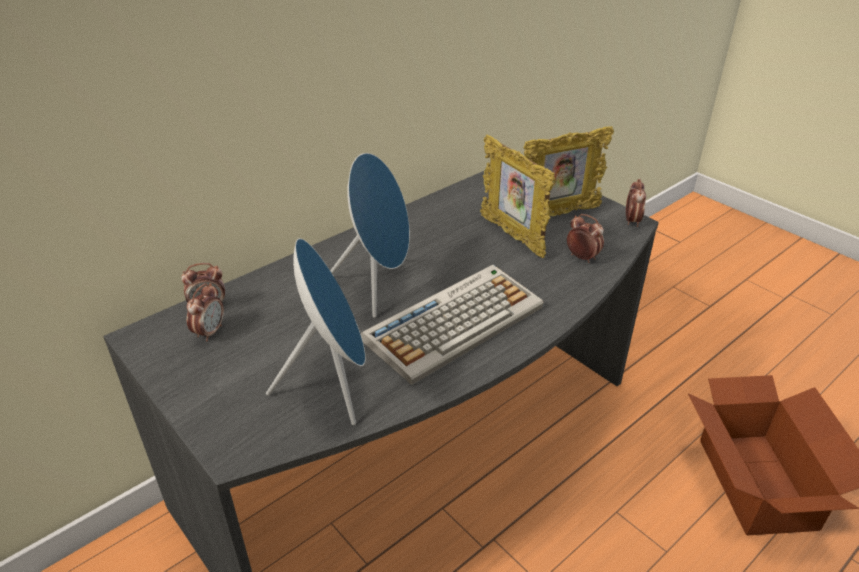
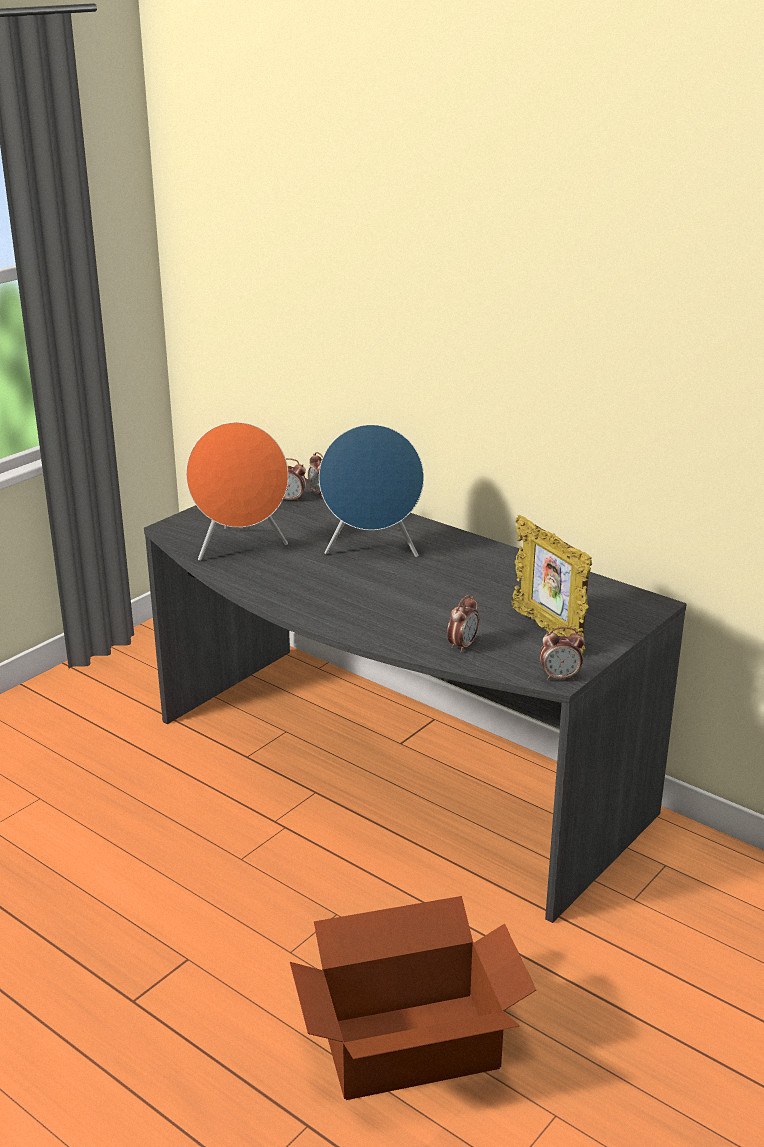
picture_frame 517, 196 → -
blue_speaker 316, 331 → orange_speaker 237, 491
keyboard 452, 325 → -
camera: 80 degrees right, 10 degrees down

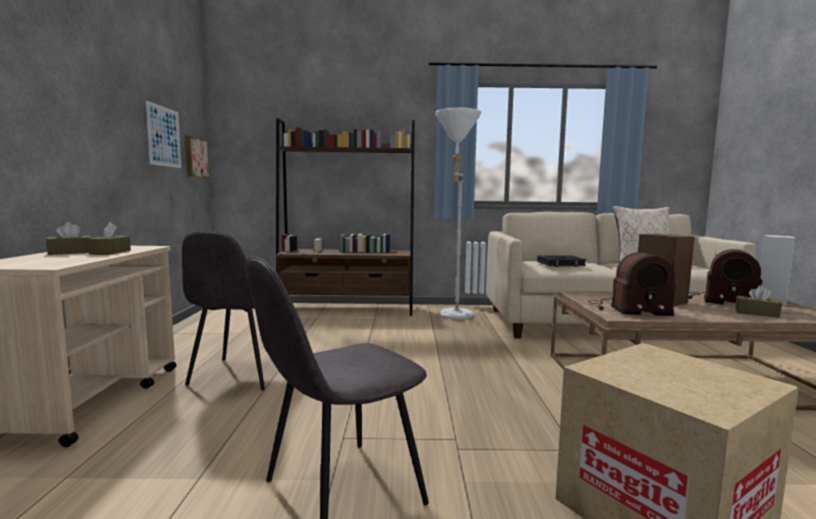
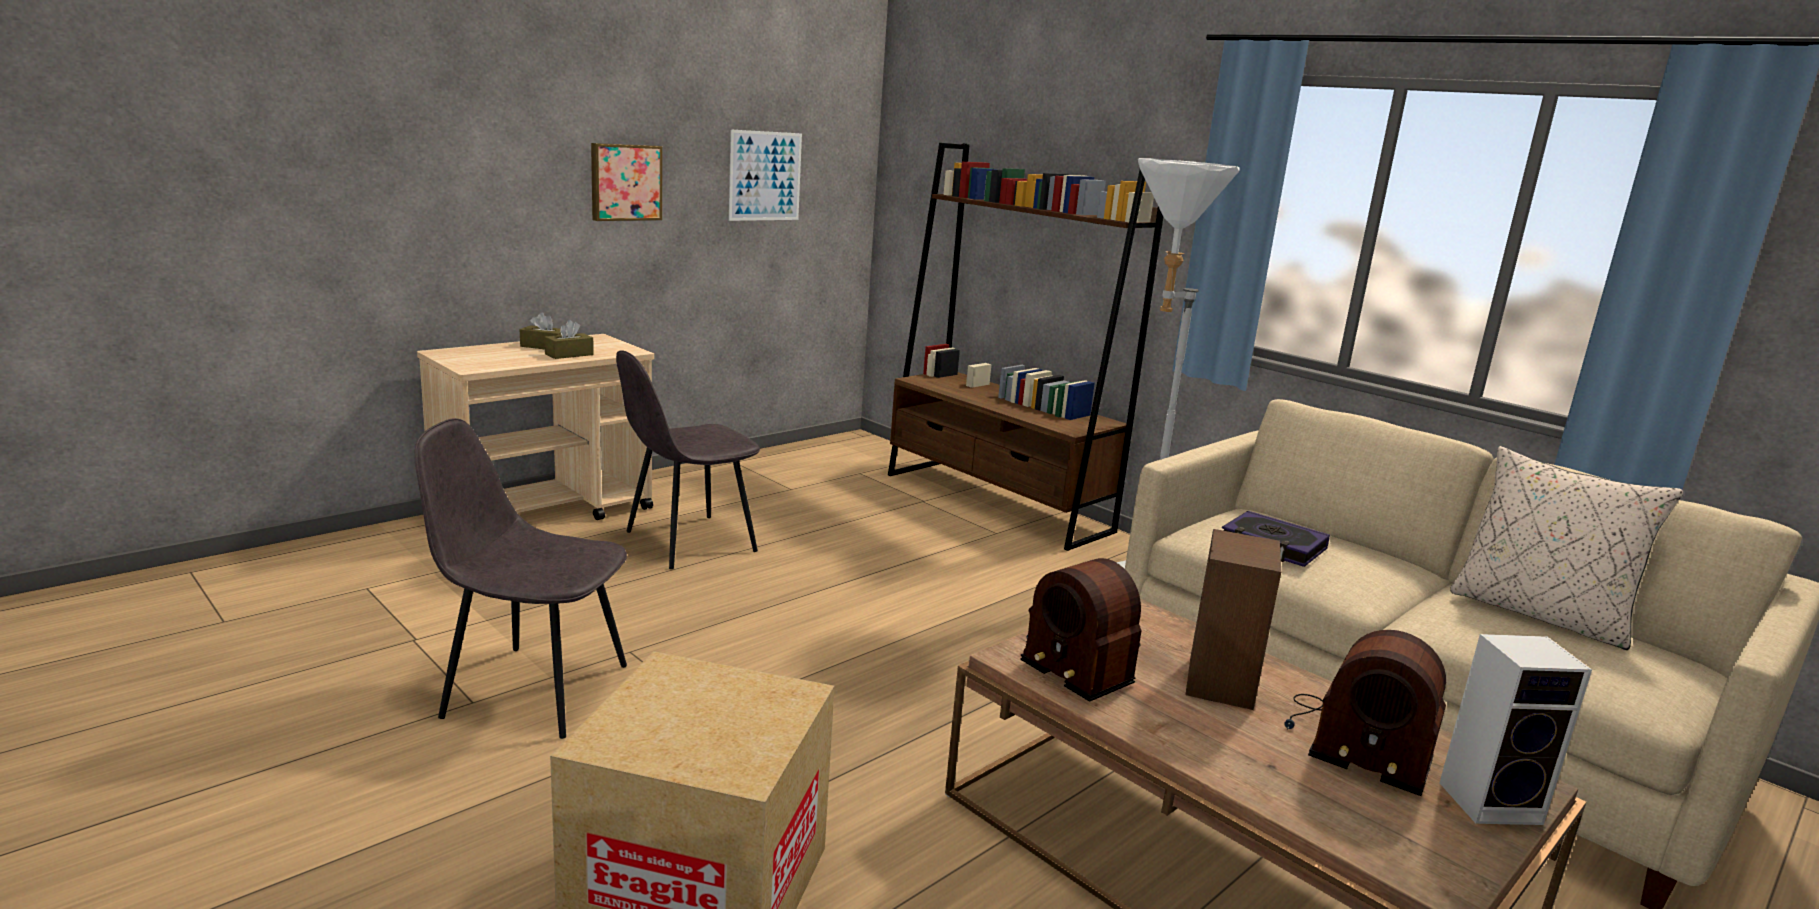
picture 197, 157 → picture 626, 182, move
radio 725, 276 → radio 1365, 713, 45 degrees counterclockwise
brown_tissue_box 758, 301 → -
camera: 45 degrees right, 10 degrees up

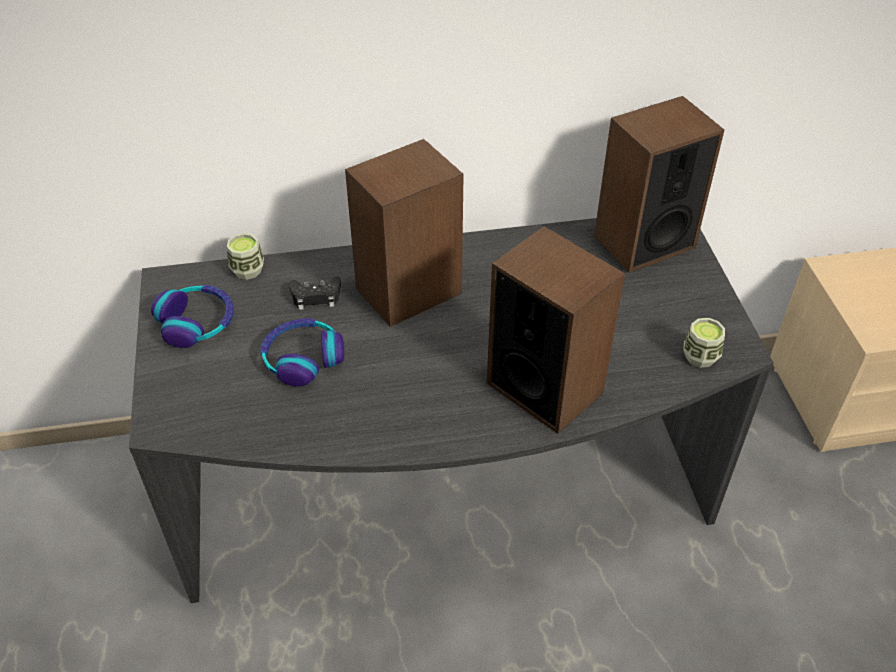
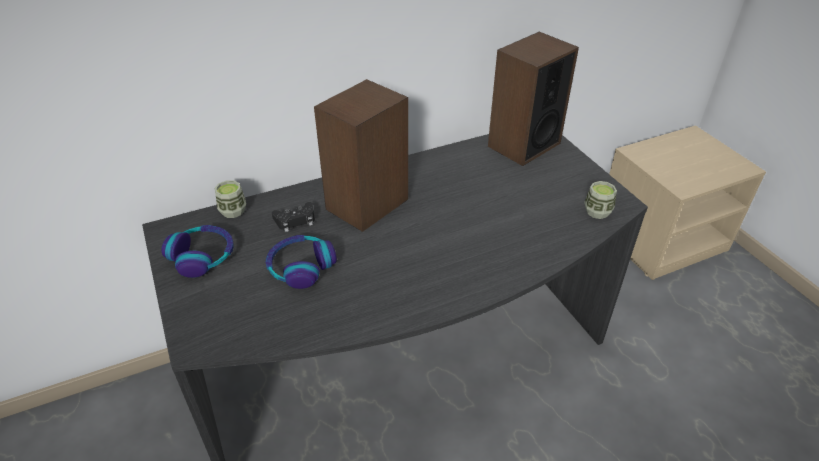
speaker 556, 330 → -
camera: 15 degrees left, 5 degrees down

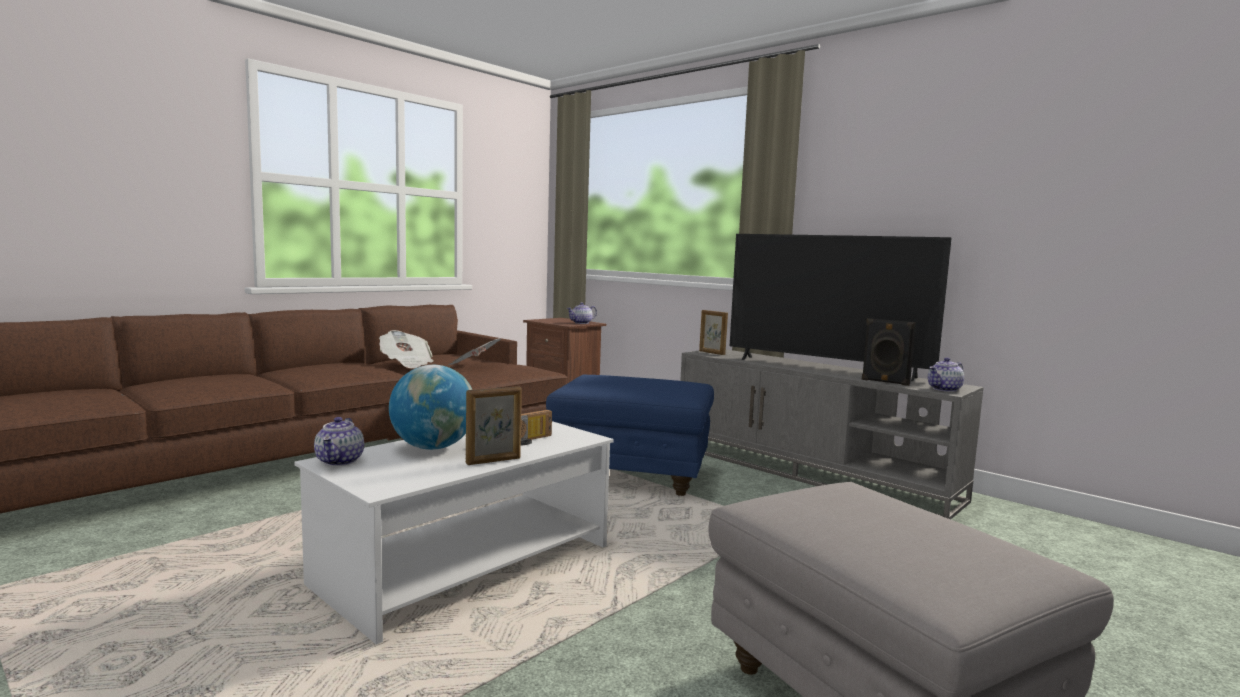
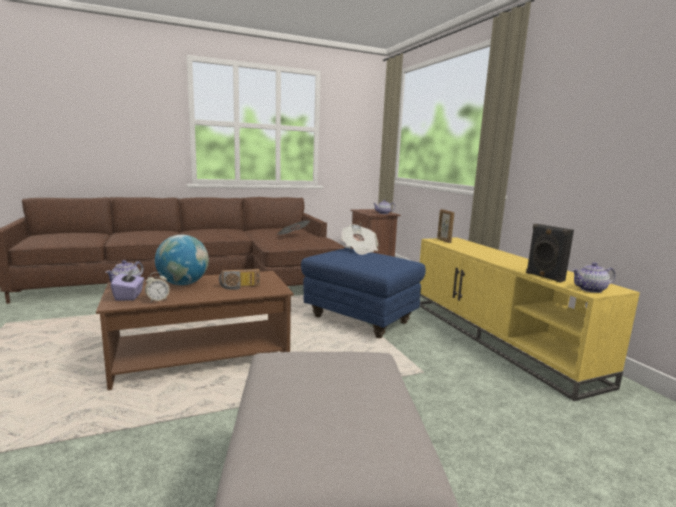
television 841, 307 → -
newspaper 406, 349 → newspaper 360, 239, move
grey_tv_stand 832, 434 → yellow_tv_stand 529, 319
picture_frame 494, 425 → -
white_coffee_table 454, 533 → brown_coffee_table 195, 330
- → purple_tissue_box 127, 284
- → alarm_clock 157, 287
camera: 25 degrees right, 5 degrees up

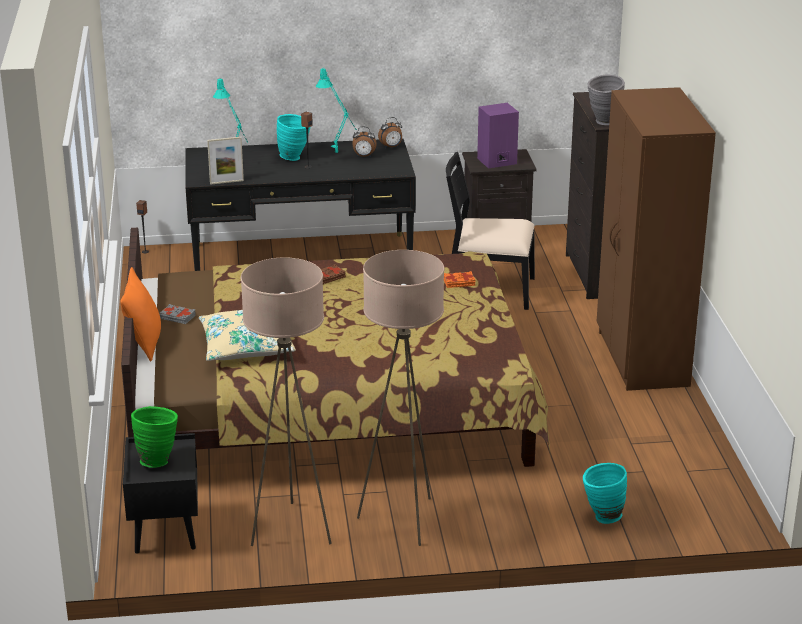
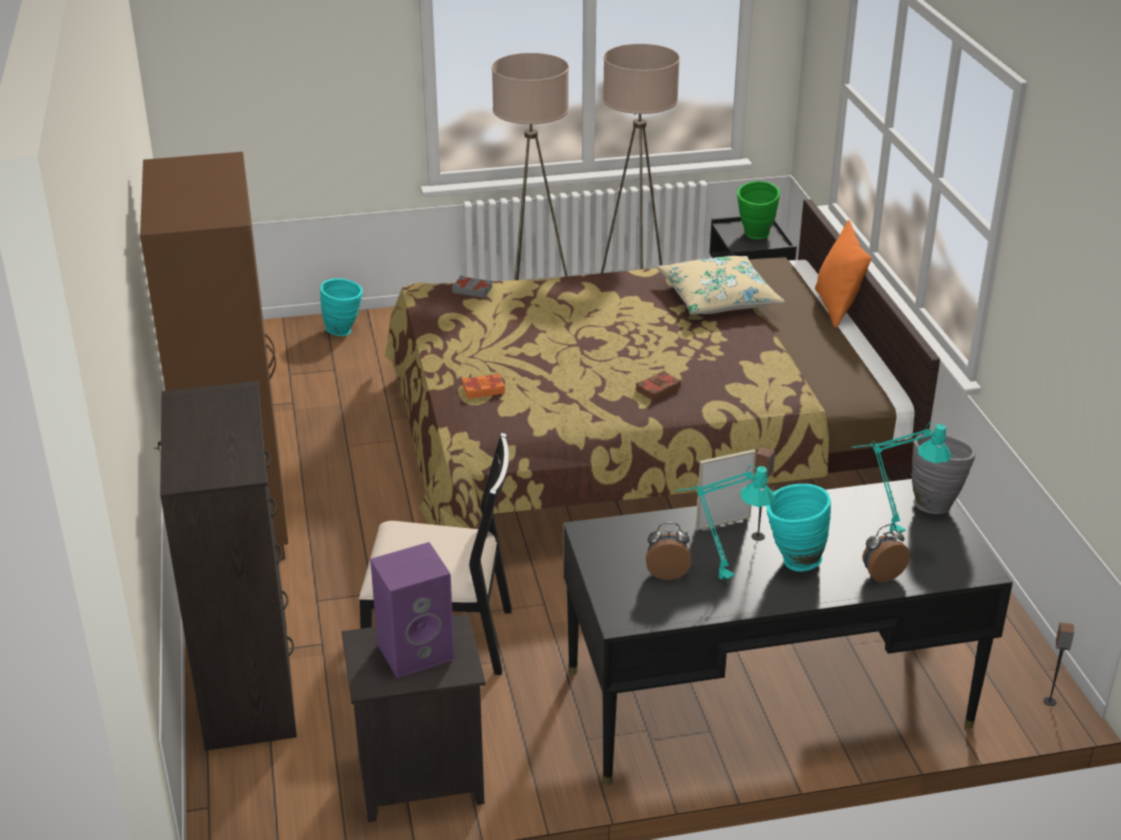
grey_vase 606, 99 → grey_vase 944, 473, move
alarm_clock 390, 132 → alarm_clock 886, 553, move
picture_frame 225, 161 → picture_frame 726, 490, move
grey_book 177, 314 → grey_book 472, 286, move
camera: 175 degrees right, 5 degrees up

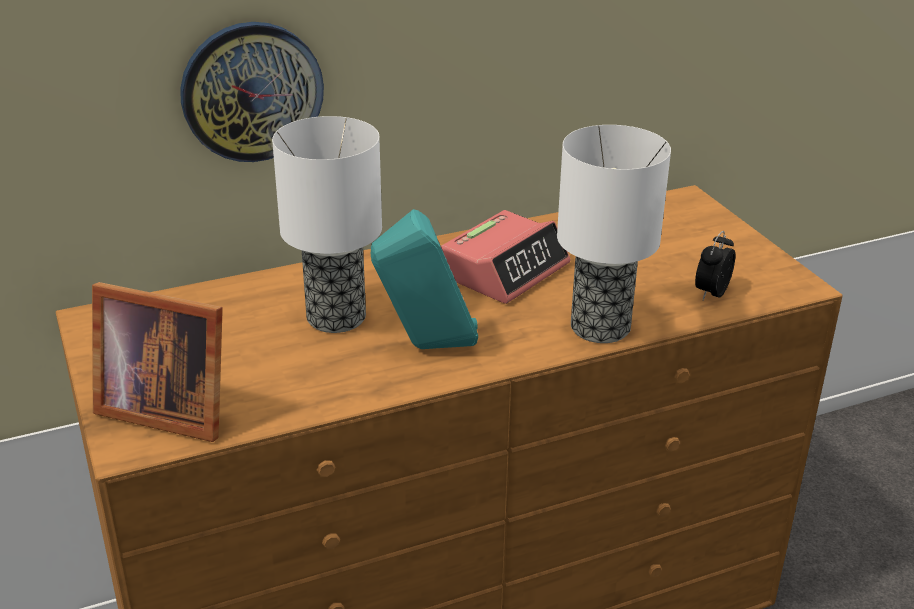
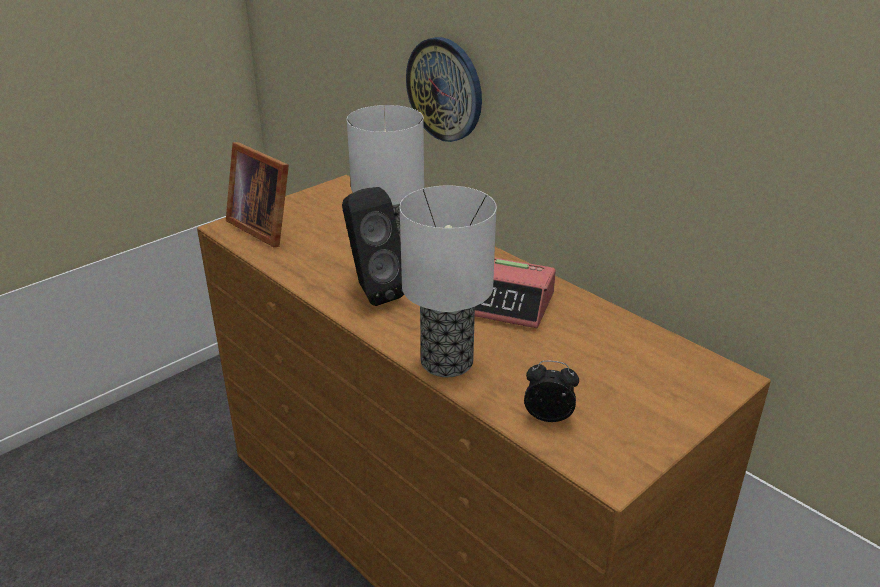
turquoise_speaker 424, 279 → black_speaker 373, 246
picture_frame 157, 362 → picture_frame 257, 194, 45 degrees counterclockwise
camera: 70 degrees right, 0 degrees up

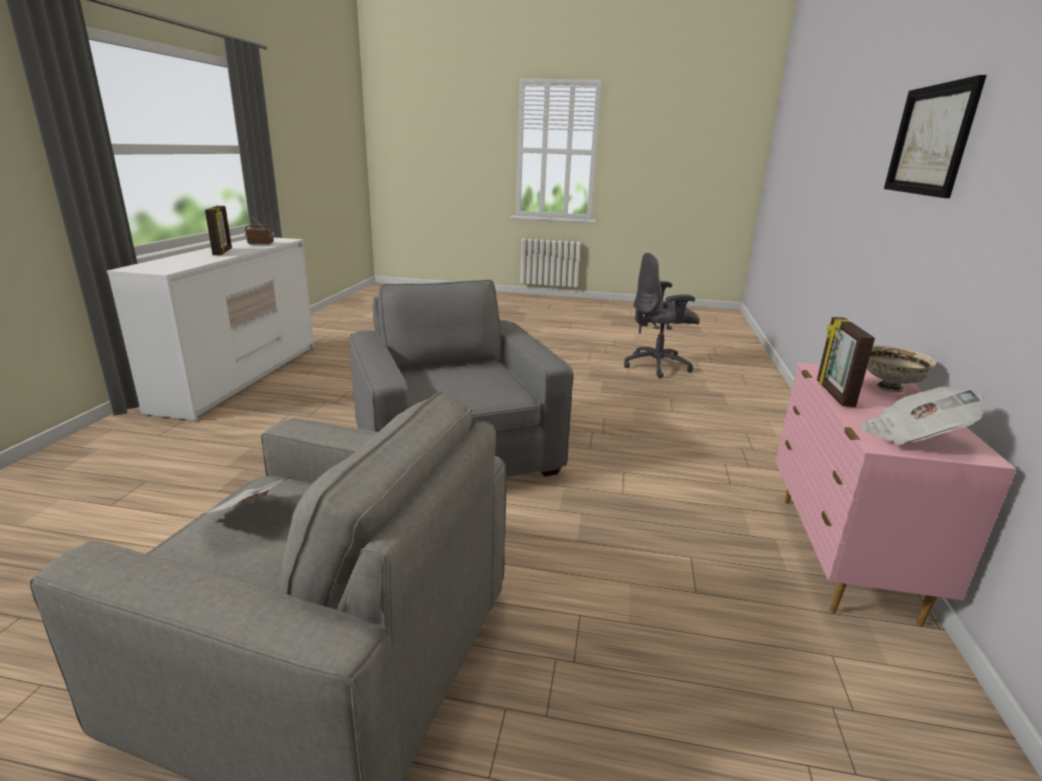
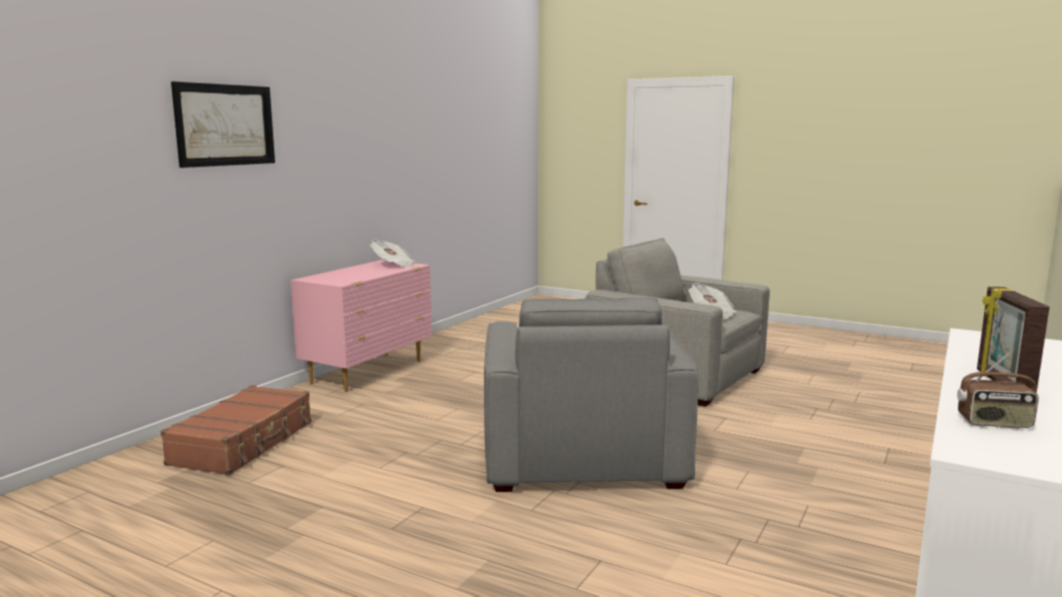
grey_office_chair 662, 316 → -
picture_frame 846, 362 → -
beige_bowl 901, 369 → -
- → brown_suitcase 235, 430
camera: 160 degrees left, 10 degrees down

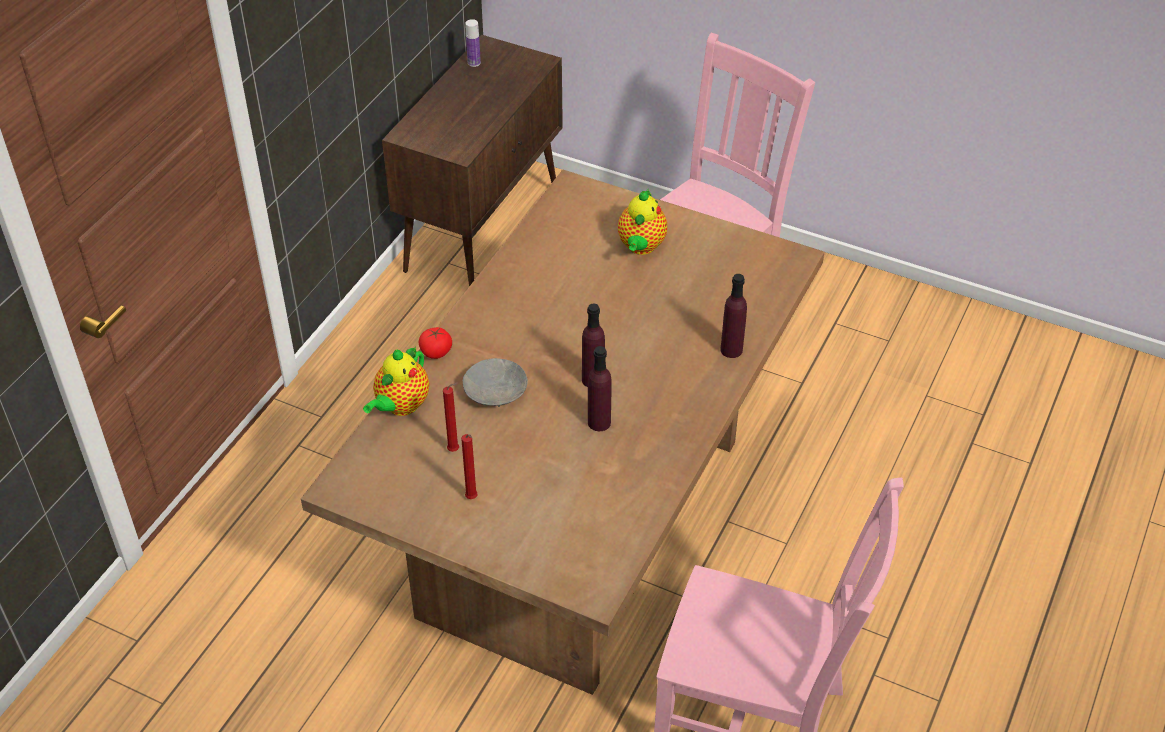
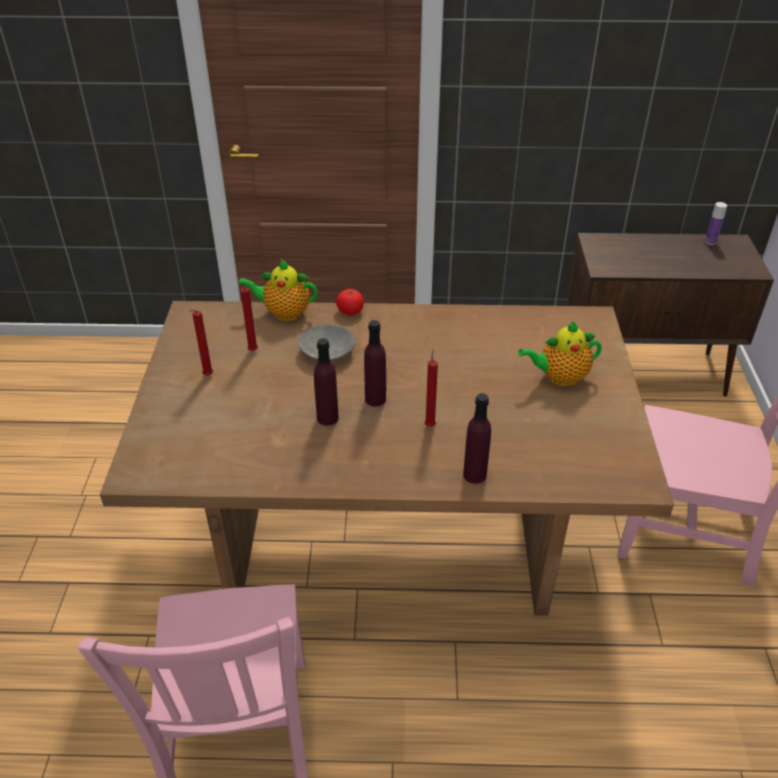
- → red_candle 431, 388
camera: 65 degrees right, 5 degrees down

